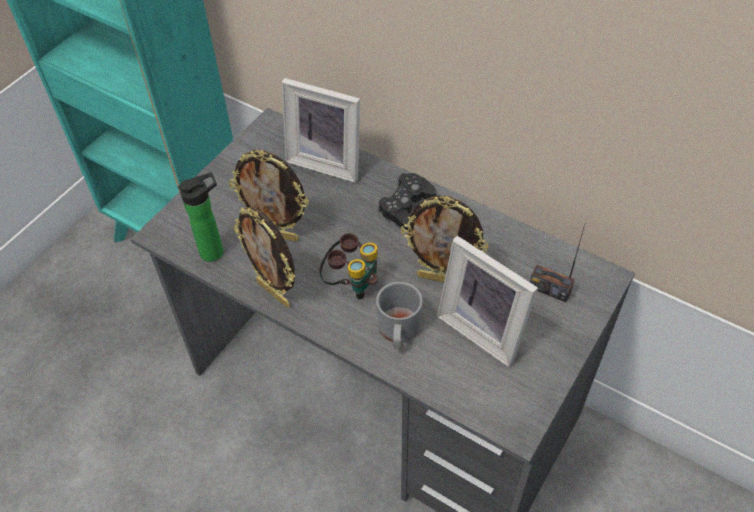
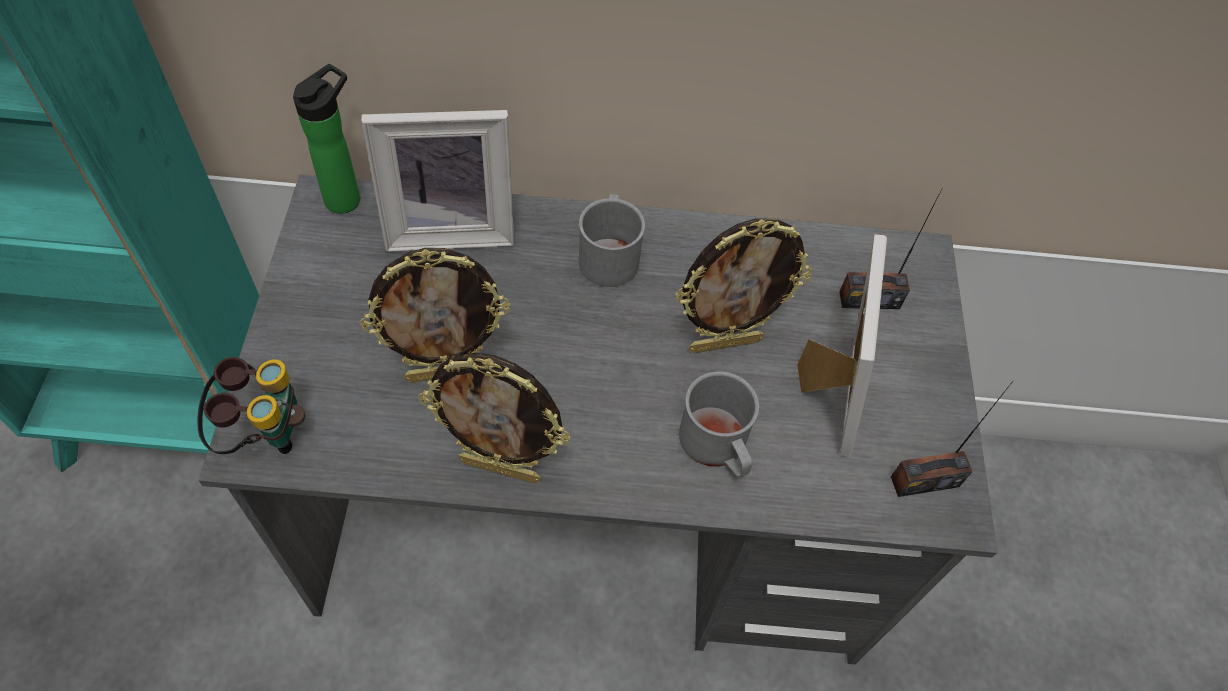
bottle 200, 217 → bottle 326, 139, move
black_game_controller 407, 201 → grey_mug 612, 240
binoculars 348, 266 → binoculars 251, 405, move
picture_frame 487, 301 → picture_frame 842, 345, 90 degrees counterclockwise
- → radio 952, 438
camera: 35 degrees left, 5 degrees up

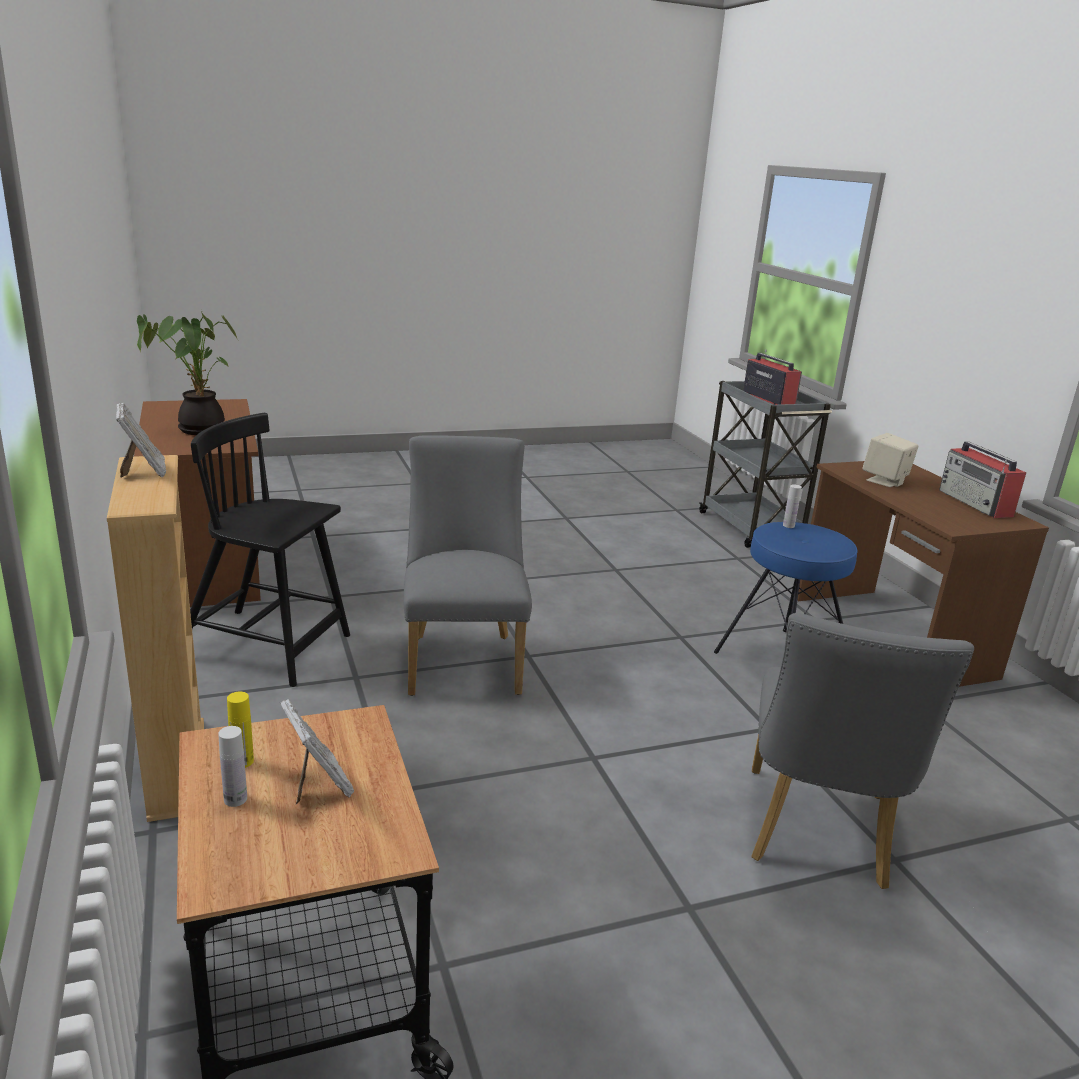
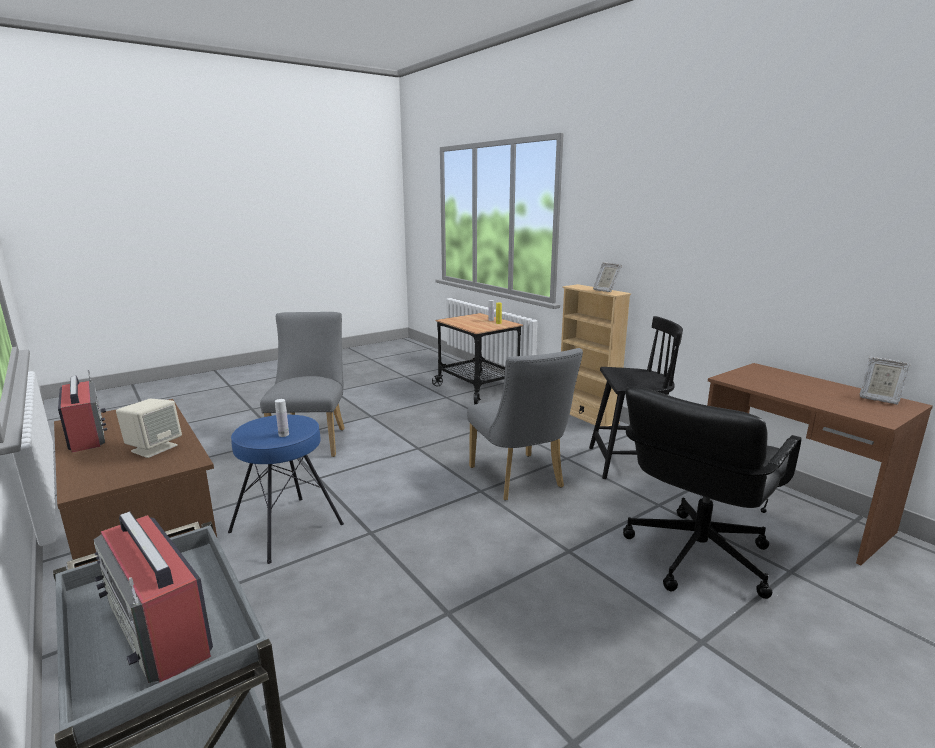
potted_plant 188, 372 → -
picture_frame 317, 751 → picture_frame 885, 380, move
- → black_office_chair 712, 493
camera: 165 degrees right, 5 degrees down

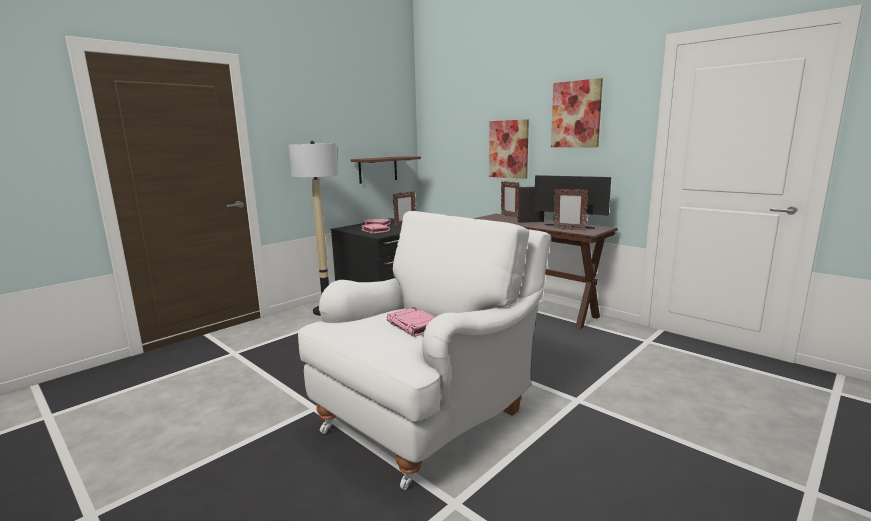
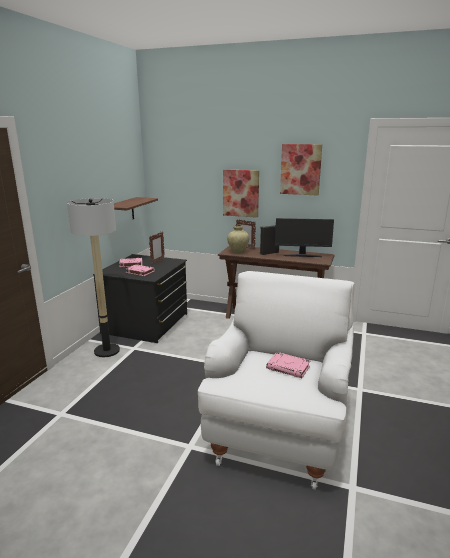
picture_frame 570, 210 → -
- → beige_vase 238, 239
camera: 25 degrees left, 5 degrees up

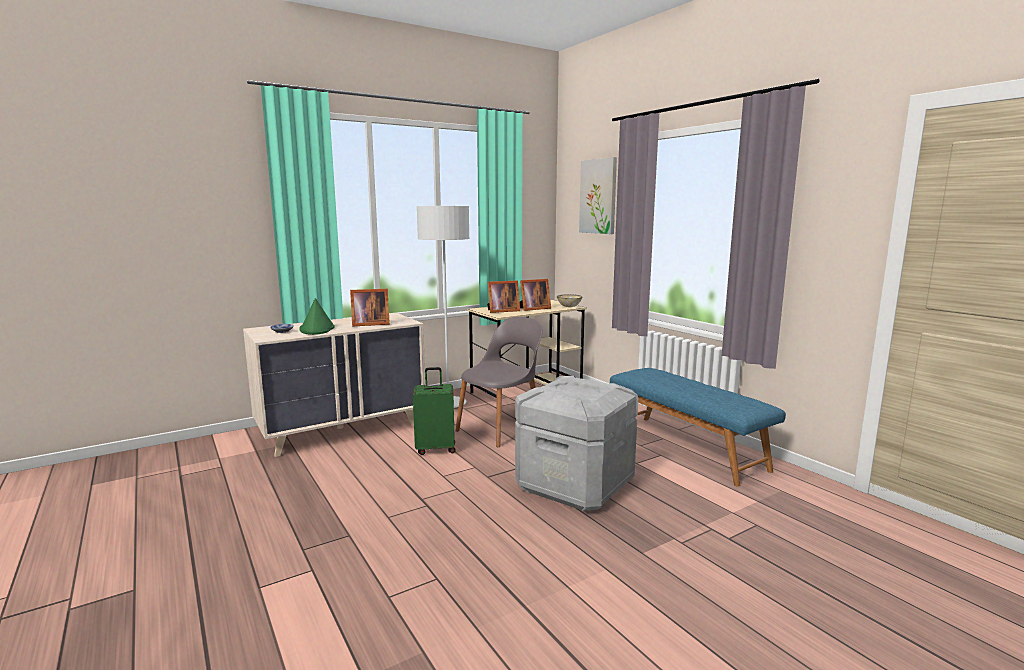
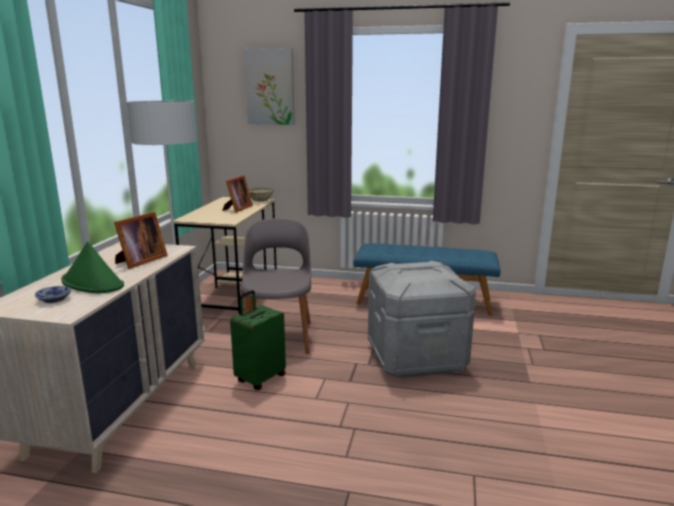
picture_frame 503, 297 → -
camera: 45 degrees left, 5 degrees up

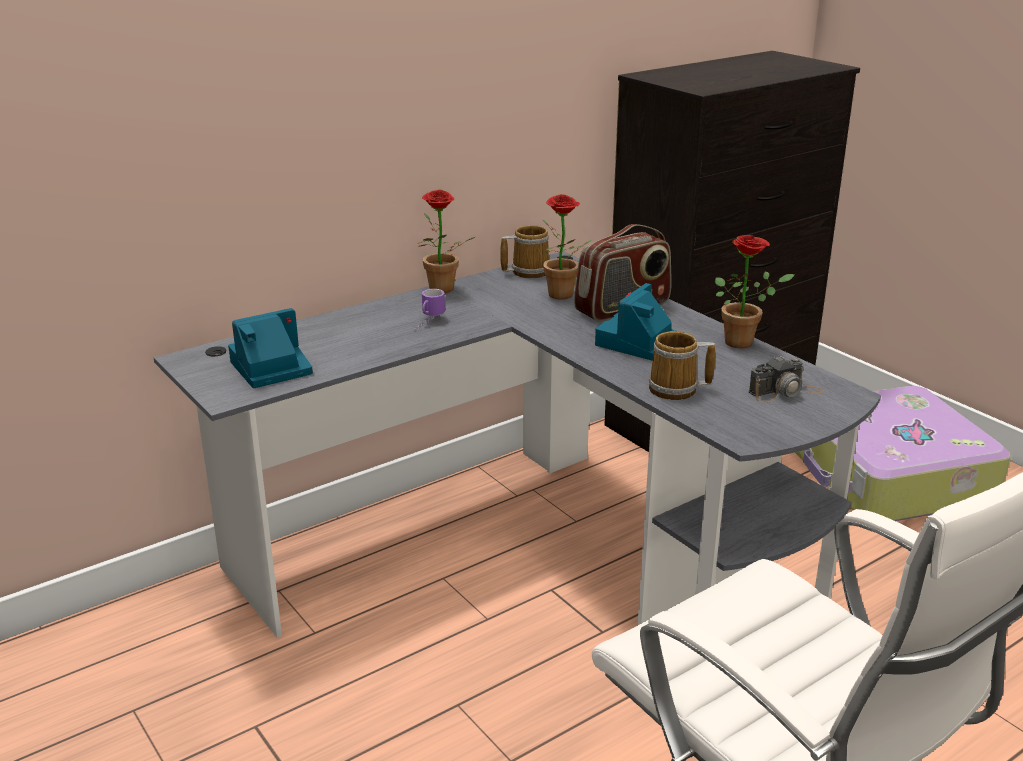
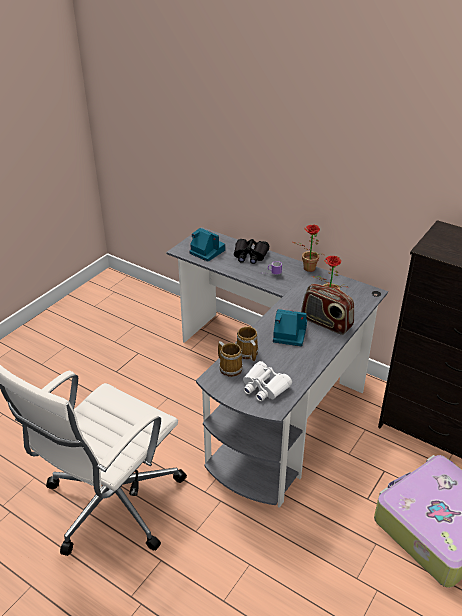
mug 524, 251 → mug 230, 359, move
potted_plant 754, 291 → -
photo_camera 786, 379 → white_binoculars 267, 381
- → black_binoculars 251, 251
camera: 70 degrees right, 10 degrees up

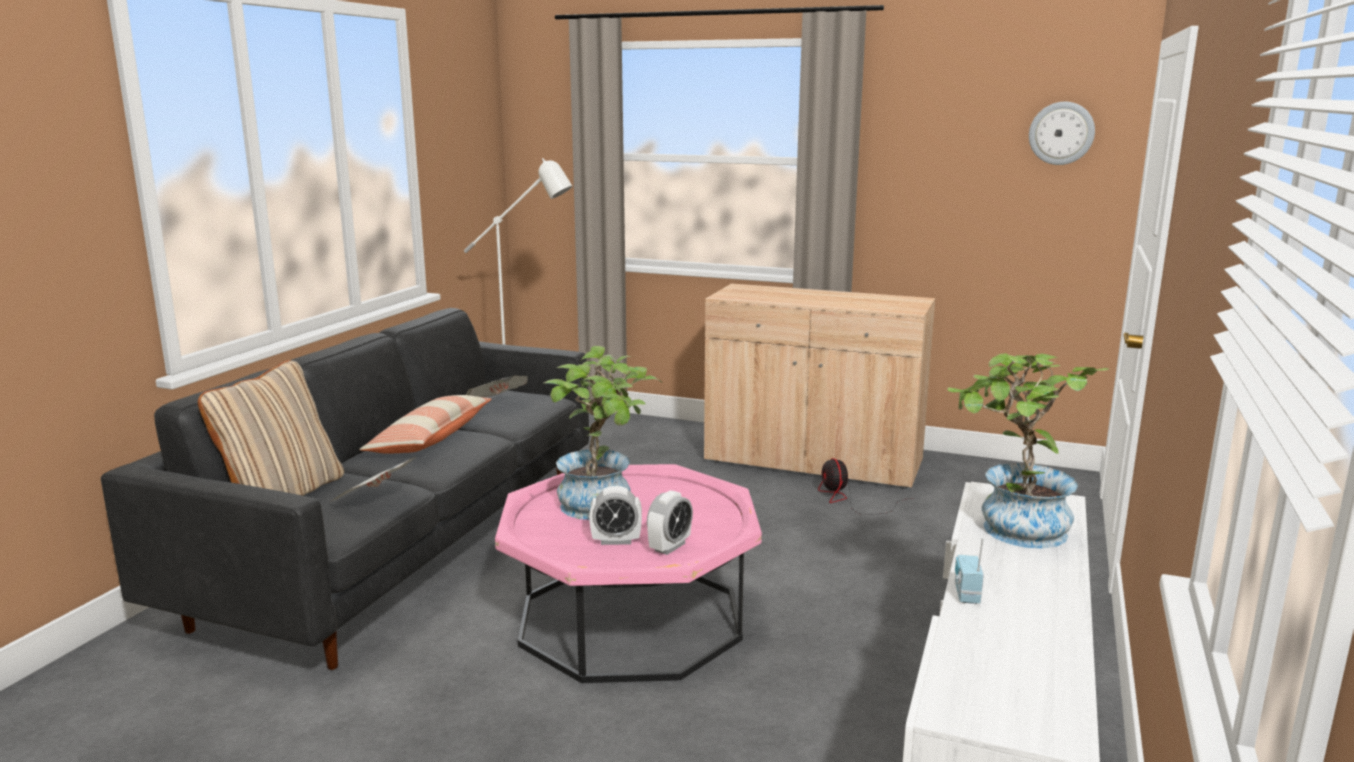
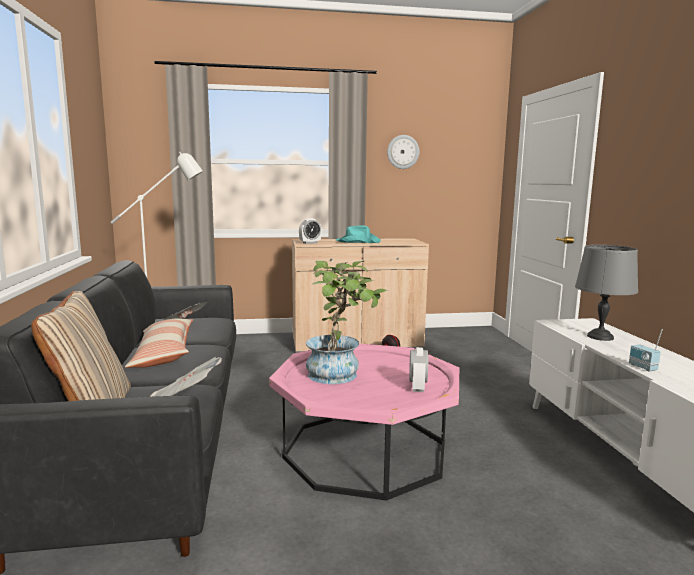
wall_clock 1062, 133 → wall_clock 403, 152, move
potted_plant 1028, 451 → grey_table_lamp 606, 293
alarm_clock 615, 515 → alarm_clock 310, 231, move
- → turquoise_hat 358, 234
camera: 30 degrees left, 5 degrees down

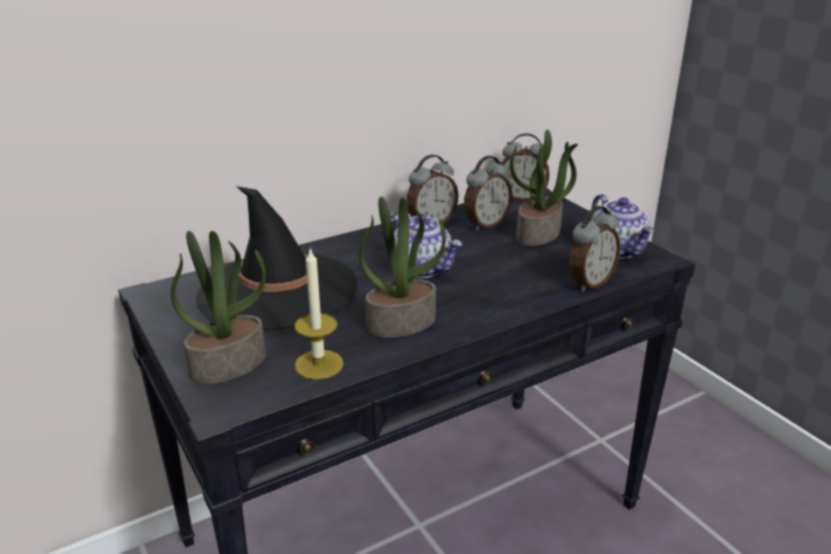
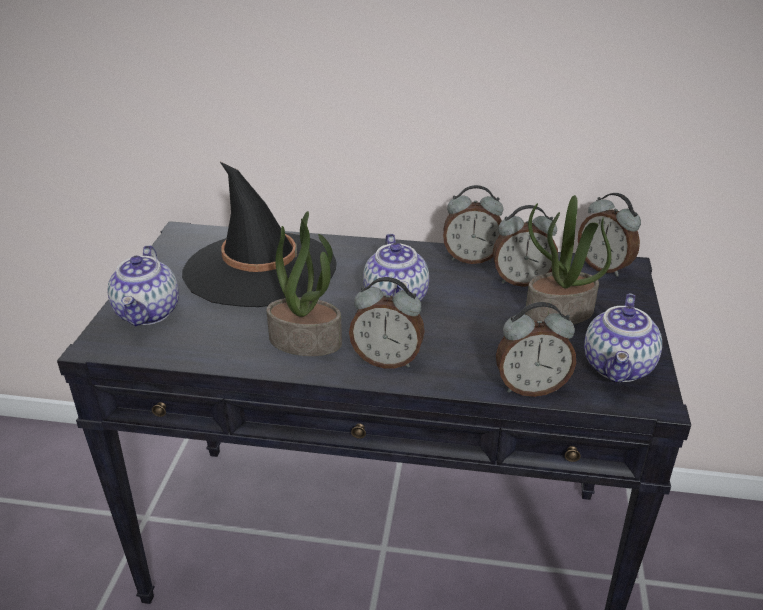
potted_plant 218, 307 → teapot 143, 286
candle 319, 313 → -
- → alarm_clock 387, 322
camera: 40 degrees right, 5 degrees up

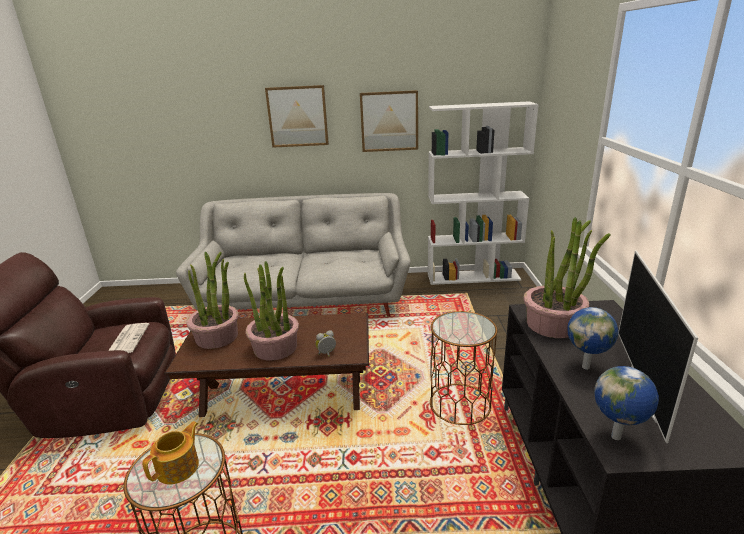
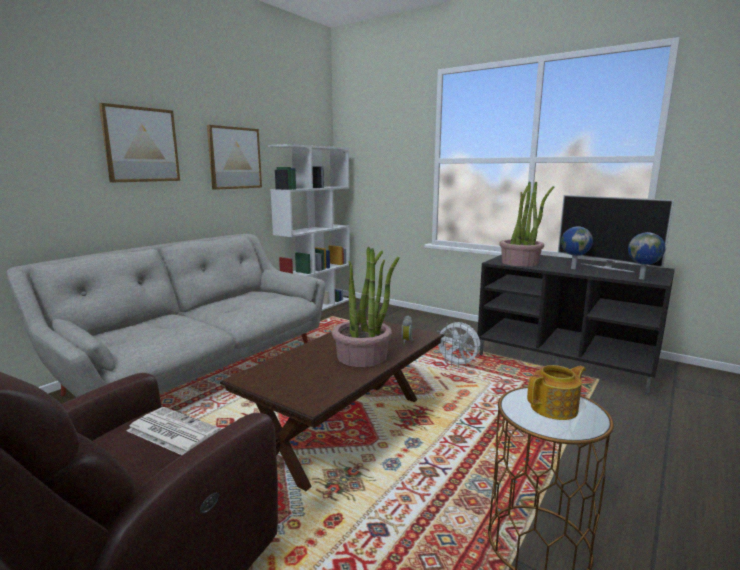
potted_plant 212, 300 → -
brown_side_table 463, 368 → white_fan 458, 345
teapot 170, 453 → teapot 556, 392, 90 degrees clockwise
camera: 55 degrees left, 10 degrees down

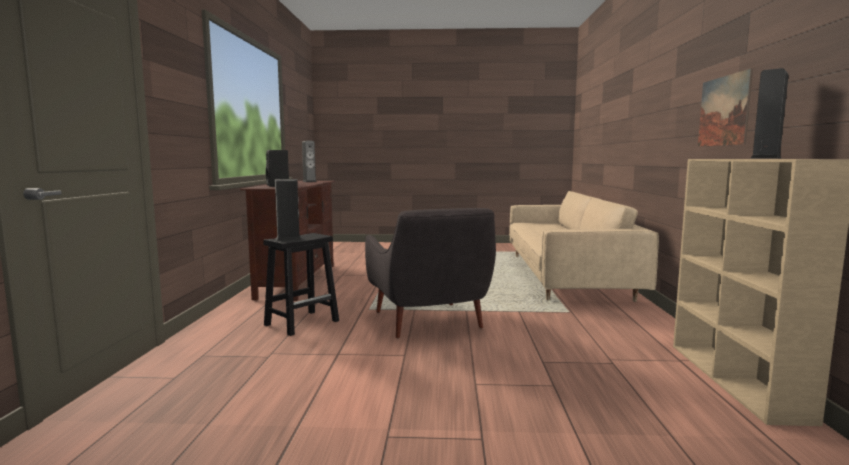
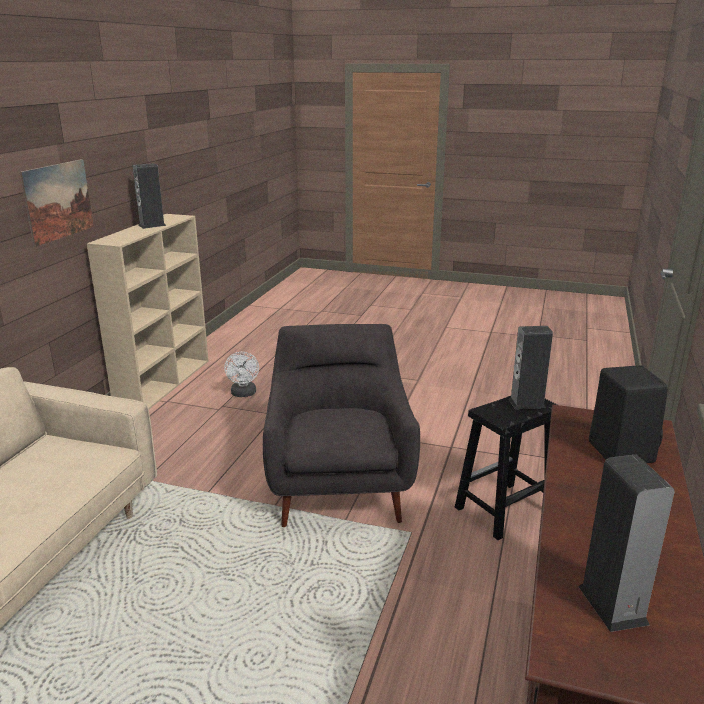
- → white_fan 241, 374
camera: 165 degrees left, 15 degrees up

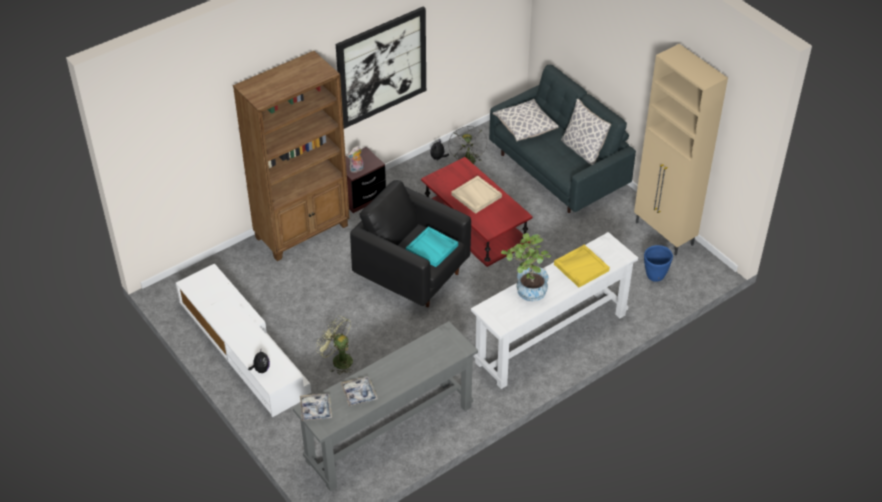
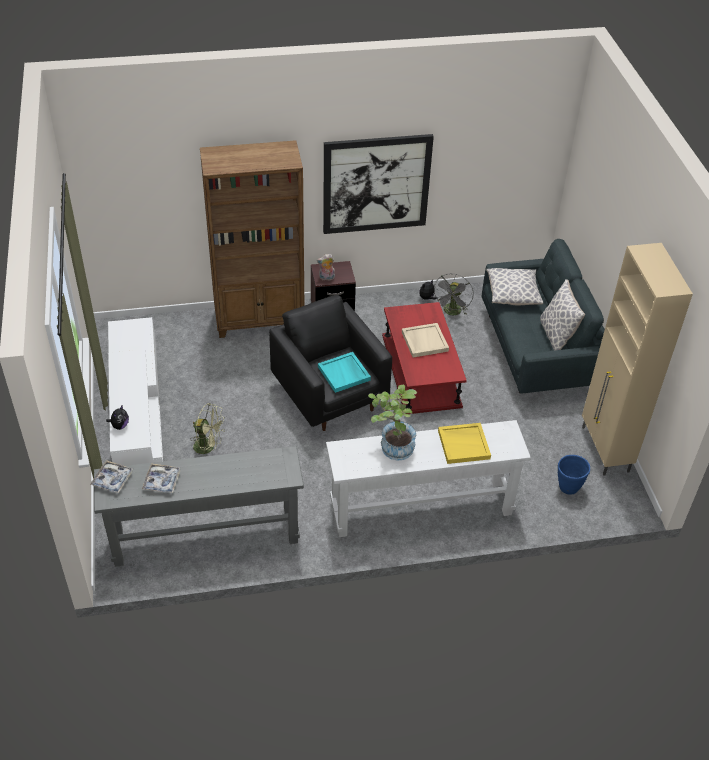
green_fan 334, 345 → green_fan 207, 429, 135 degrees clockwise
camera: 25 degrees right, 0 degrees up

